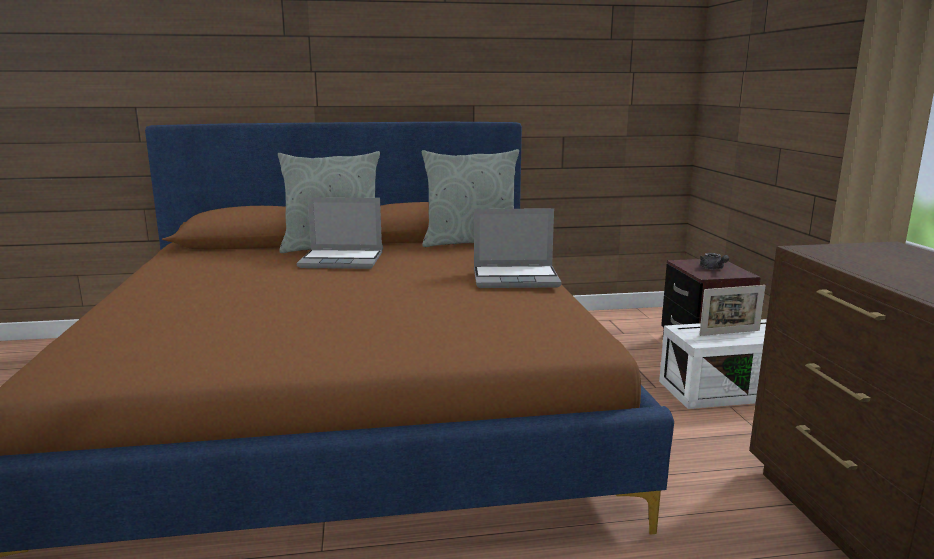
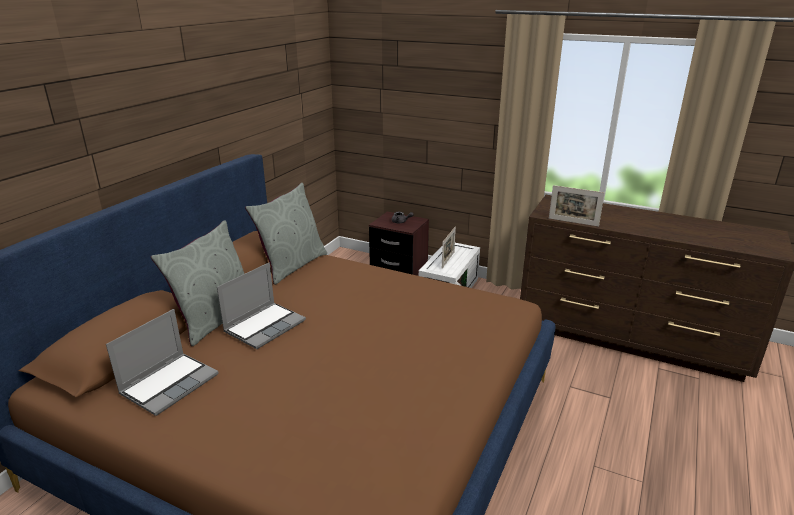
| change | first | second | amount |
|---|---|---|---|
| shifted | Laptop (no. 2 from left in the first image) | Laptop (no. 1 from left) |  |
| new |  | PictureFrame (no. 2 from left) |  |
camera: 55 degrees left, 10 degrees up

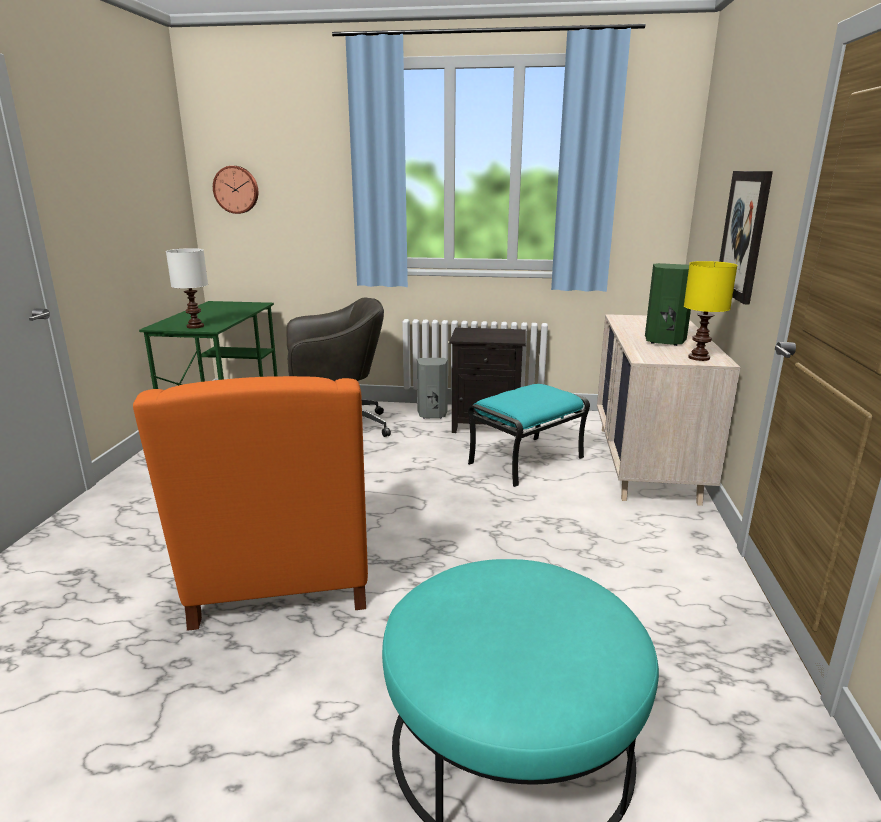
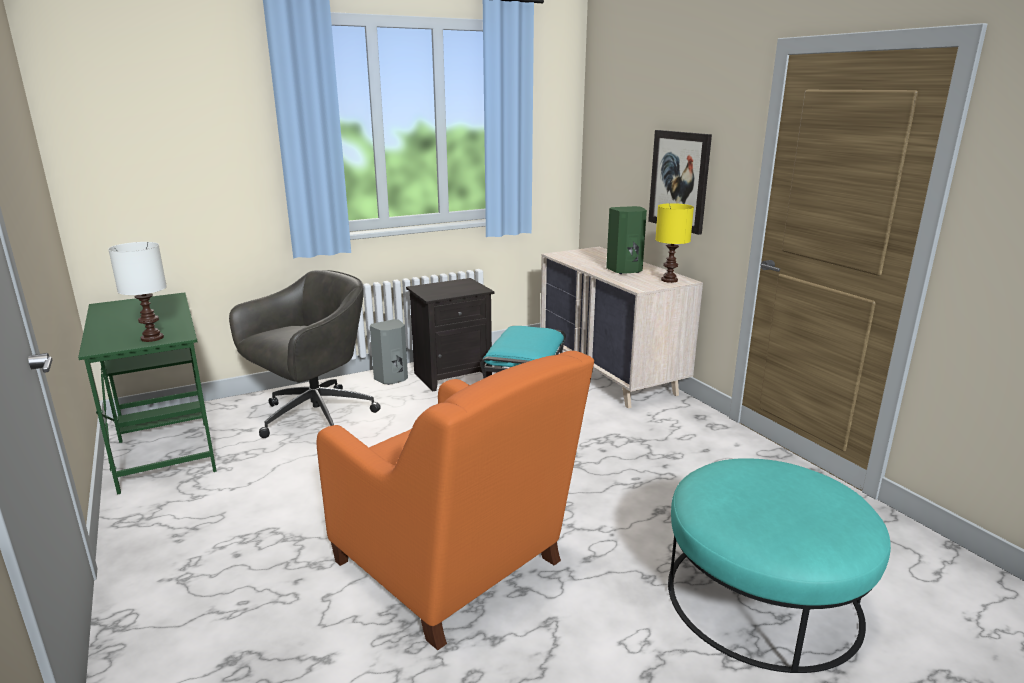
| change | first | second | amount |
|---|---|---|---|
| gone | WallClock |  |  |
camera: 35 degrees left, 0 degrees up

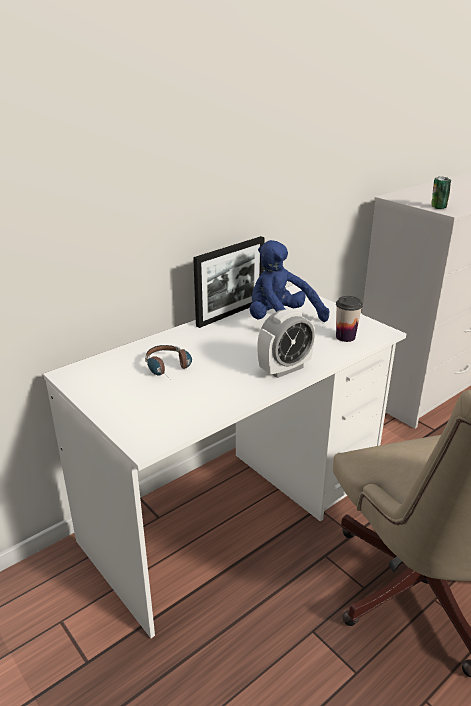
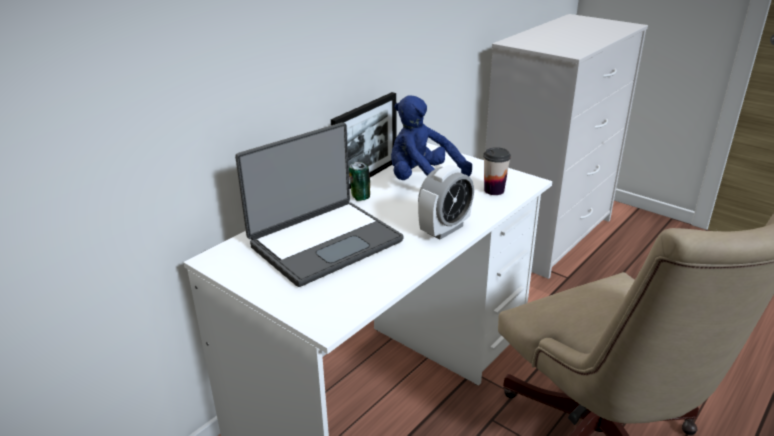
| change | first | second | amount |
|---|---|---|---|
| swapped | Headphones | Laptop |  |
| shifted | Can |  |  |
camera: 10 degrees left, 0 degrees up

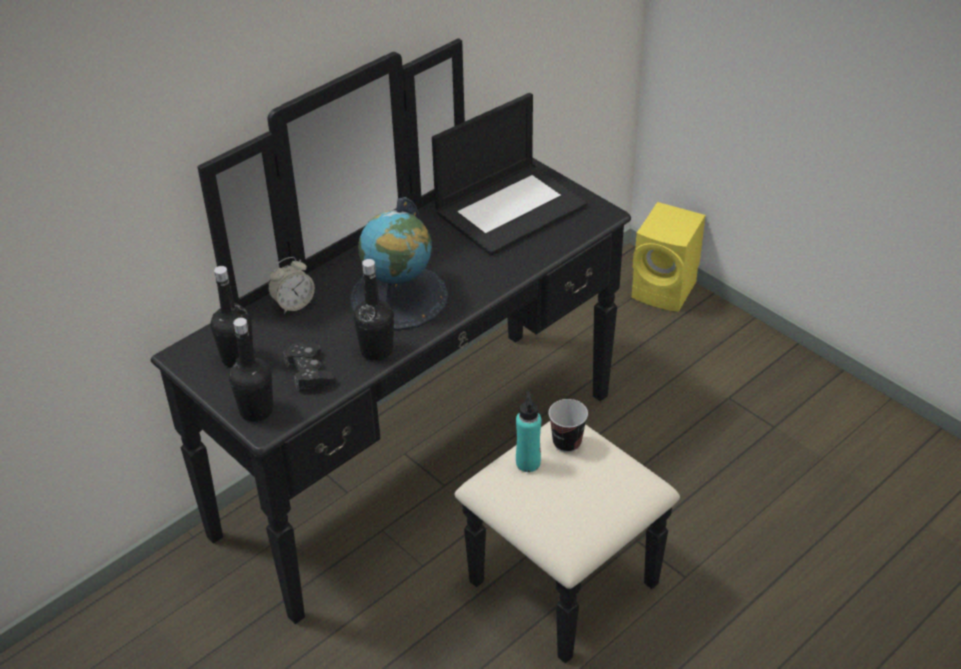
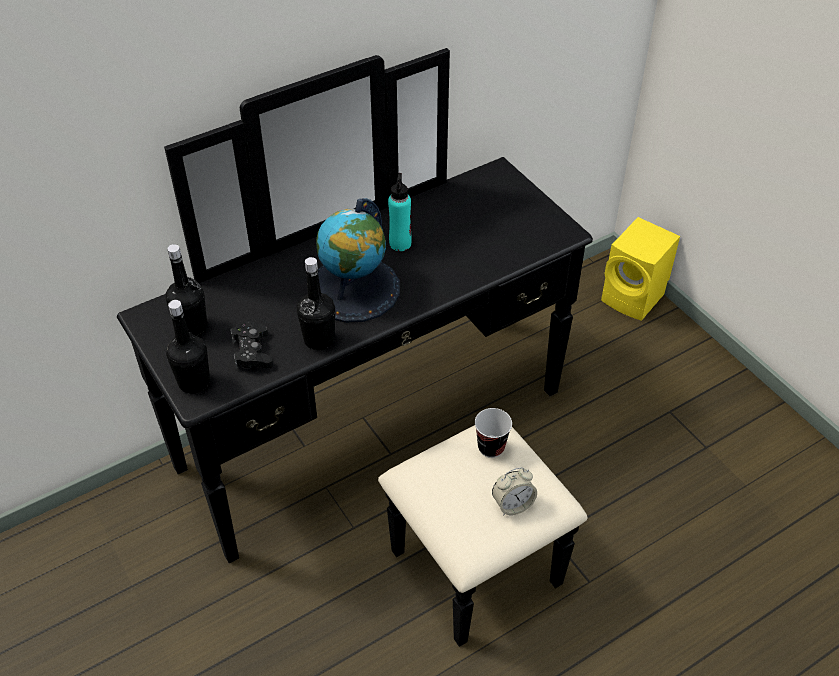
| change | first | second | amount |
|---|---|---|---|
| shifted | AlarmClock |  |  |
| gone | Laptop |  |  |
| shifted | TurquoiseBottle |  |  |
camera: 10 degrees right, 5 degrees up

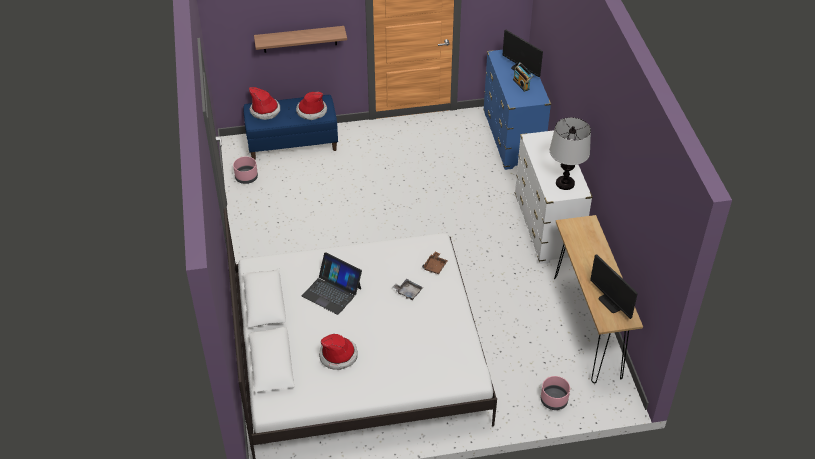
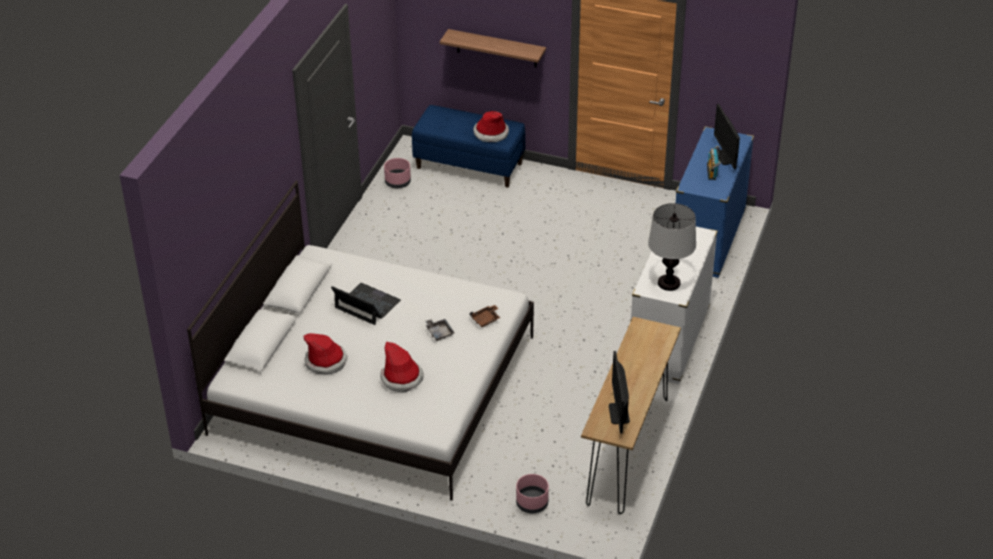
| change | first | second | amount |
|---|---|---|---|
| shifted | Hat (no. 1 from left in the first image) | Hat (no. 2 from left) |  |
| rotated | Laptop |  | 150 degrees clockwise |
camera: 30 degrees right, 5 degrees down

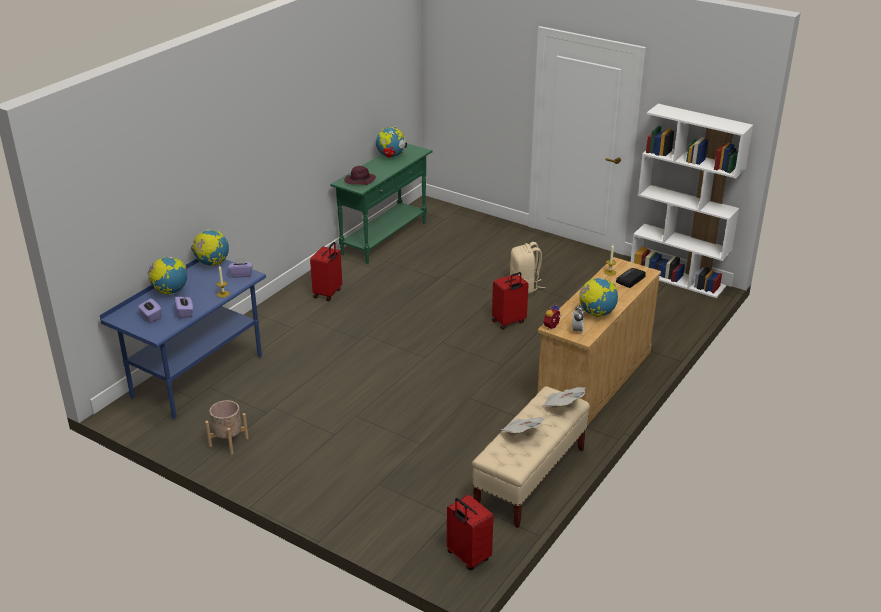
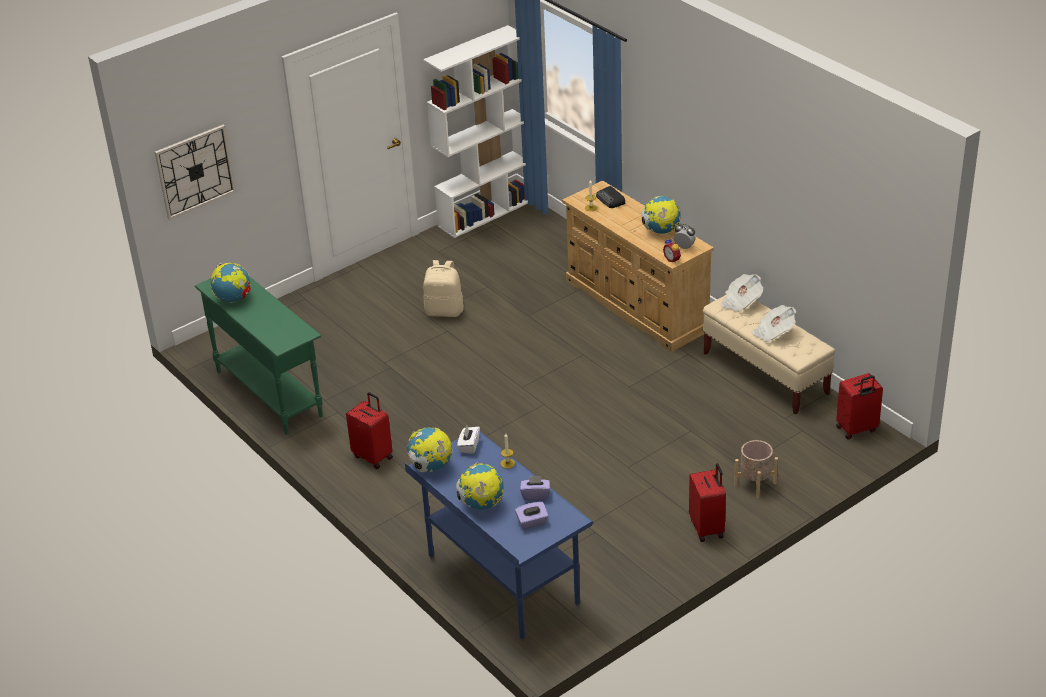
| change | first | second | amount |
|---|---|---|---|
| shifted | BeigePlanter |  |  |
| repainted | PurpleTissueBox (no. 3 from left) | WhiteTissueBox |  |
| gone | PurpleHat |  |  |
| shifted | RedSuitcase (no. 3 from left in the first image) | RedSuitcase (no. 2 from left) |  |
| new |  | WallClock |  |
camera: 70 degrees left, 5 degrees up

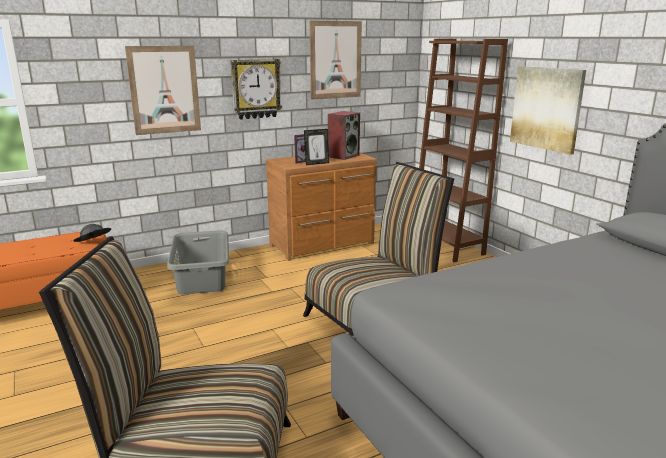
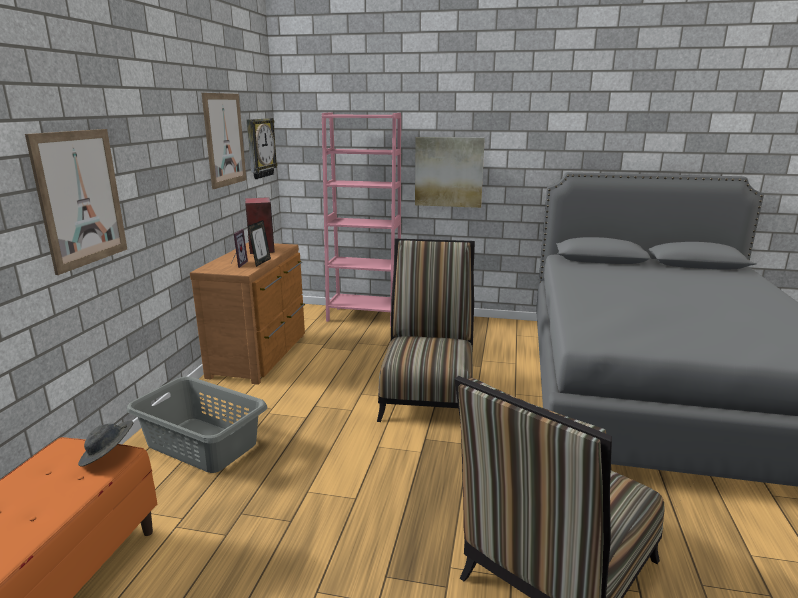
| change | first | second | amount |
|---|---|---|---|
| shifted | WallClock |  |  |
| repainted | BrownBookcase | PinkBookcase |  |
camera: 50 degrees left, 0 degrees up

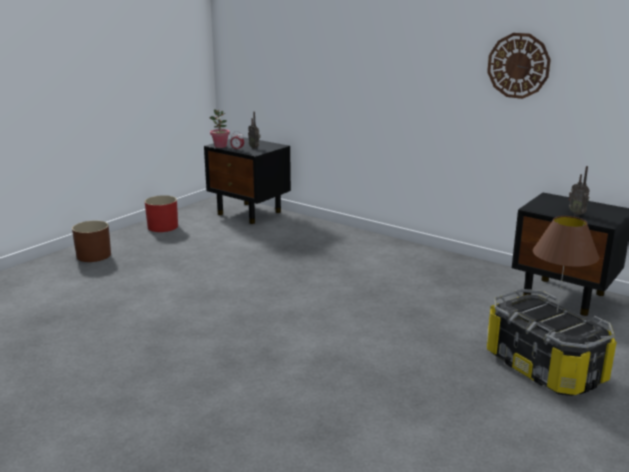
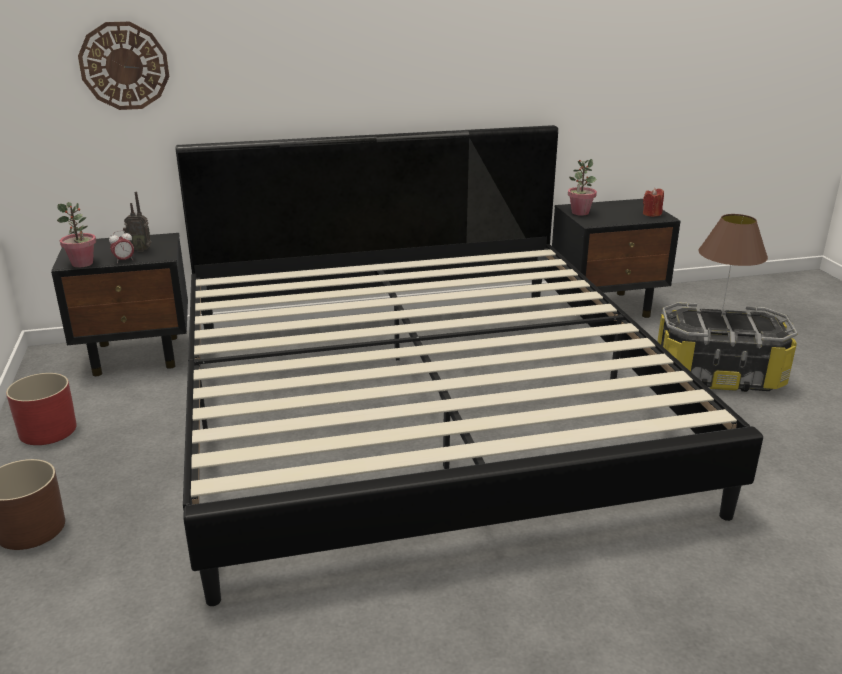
| change | first | second | amount |
|---|---|---|---|
| shifted | WallClock |  |  |
| gone | Radio (no. 2 from left) |  |  |
| new |  | Bed |  |
| new |  | PottedPlant (no. 2 from left) |  |
| new |  | RedCandle |  |
camera: 50 degrees left, 5 degrees up

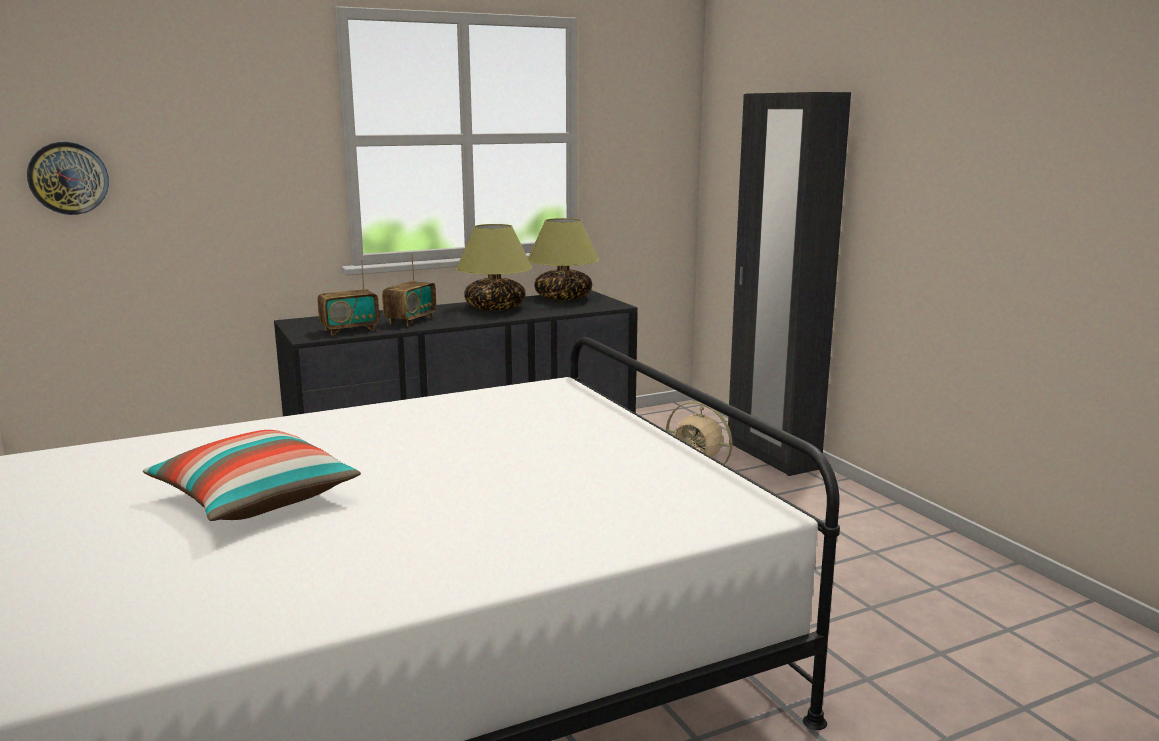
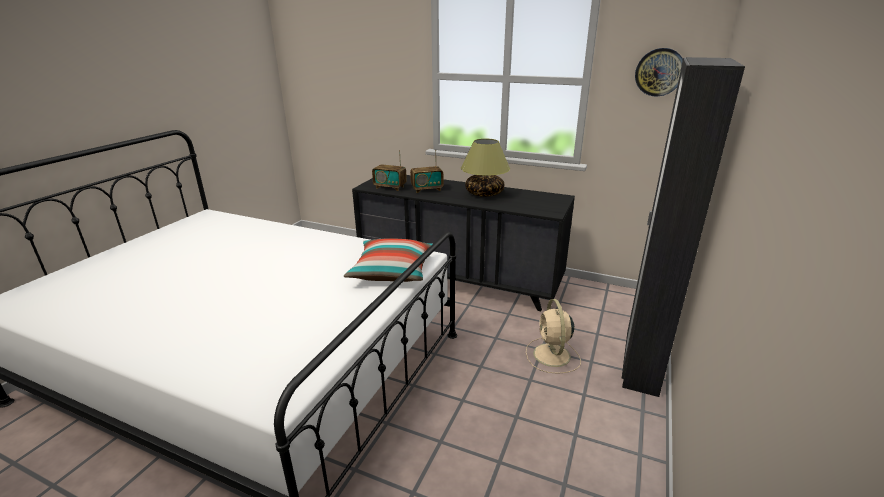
| change | first | second | amount |
|---|---|---|---|
| shifted | WallClock |  |  |
| shifted | Pillow |  |  |
| gone | TableLamp (no. 2 from left) |  |  |
camera: 50 degrees right, 10 degrees up

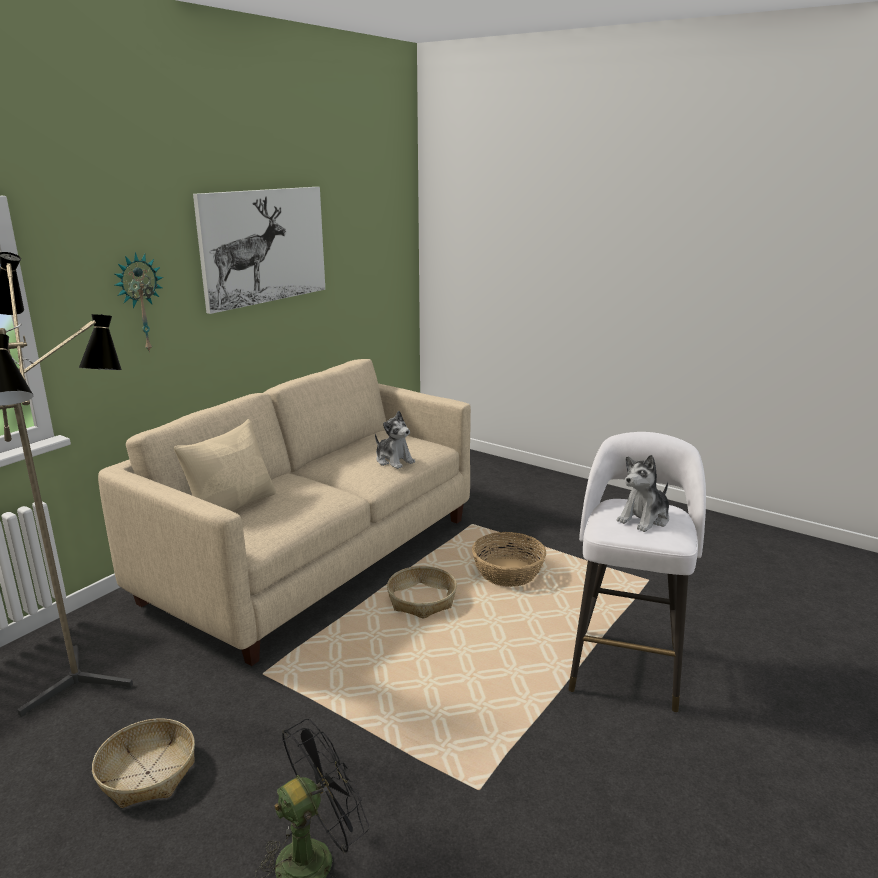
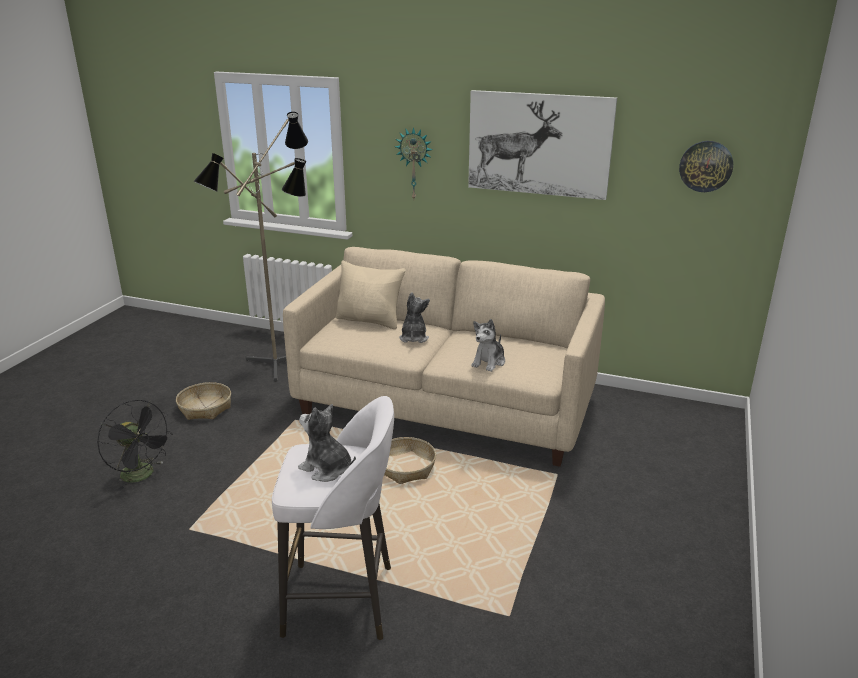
| change | first | second | amount |
|---|---|---|---|
| gone | Basket (no. 3 from left) |  |  |
| new |  | PlushToy (no. 2 from left) |  |
| new |  | WallClock (no. 2 from left) |  |
camera: 75 degrees right, 5 degrees up

